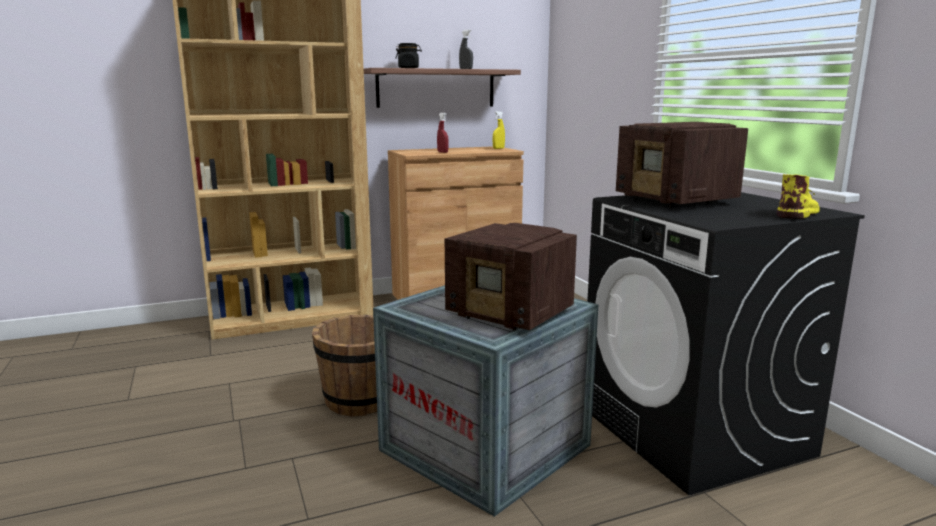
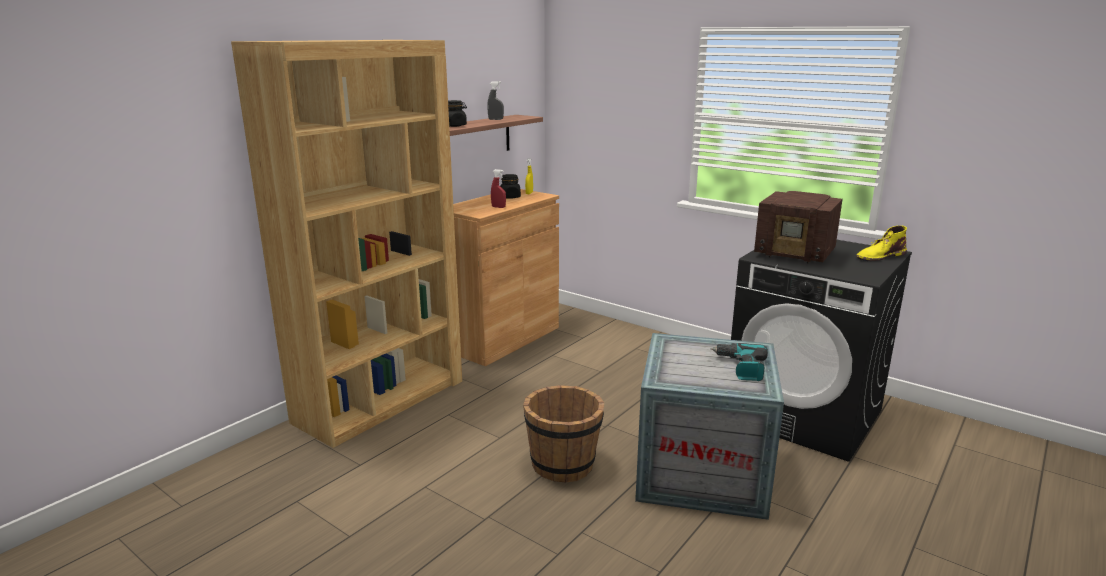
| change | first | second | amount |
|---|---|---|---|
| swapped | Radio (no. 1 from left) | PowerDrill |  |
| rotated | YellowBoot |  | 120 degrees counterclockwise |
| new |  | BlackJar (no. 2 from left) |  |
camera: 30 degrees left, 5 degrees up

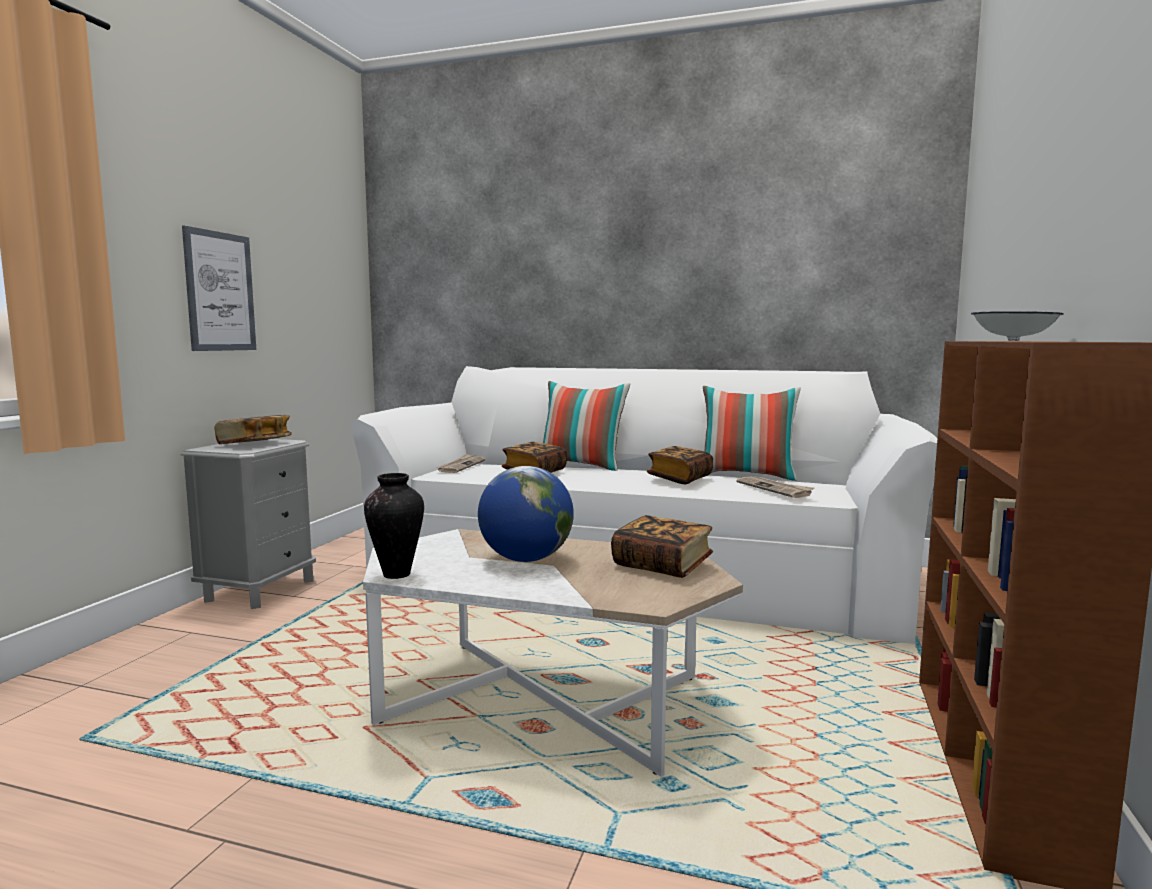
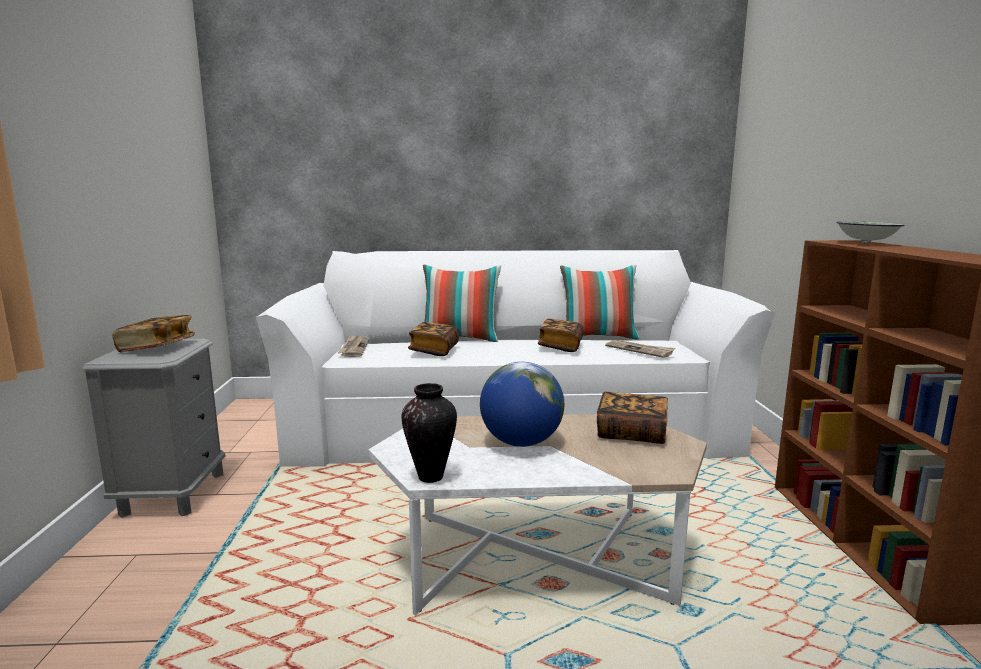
| change | first | second | amount |
|---|---|---|---|
| gone | Picture |  |  |
camera: 20 degrees left, 5 degrees up

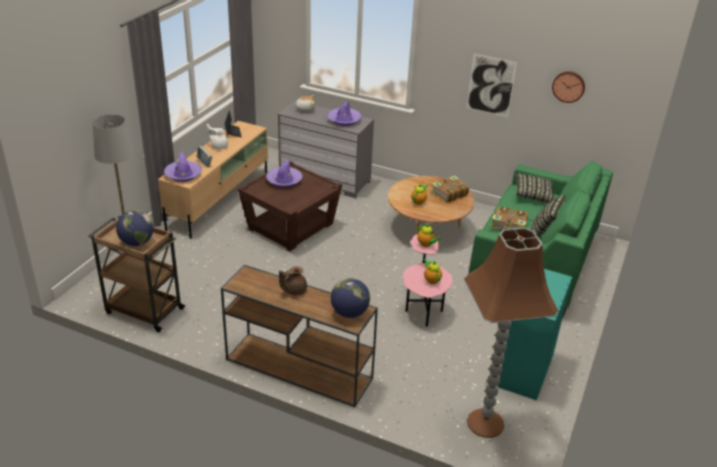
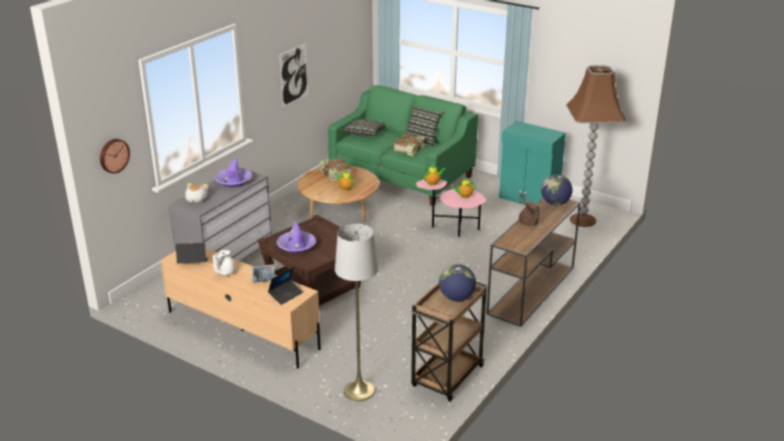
| change | first | second | amount |
|---|---|---|---|
| swapped | PurpleHat (no. 1 from left) | Laptop (no. 2 from left) |  |
| shifted | WallClock |  |  |
camera: 80 degrees left, 5 degrees down

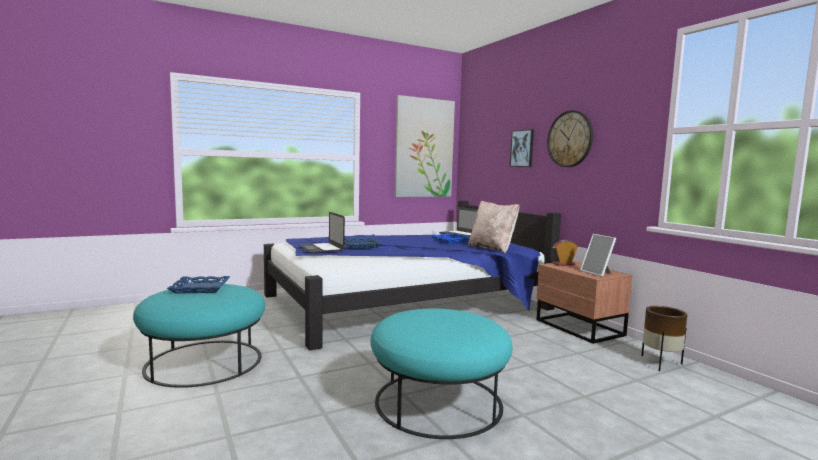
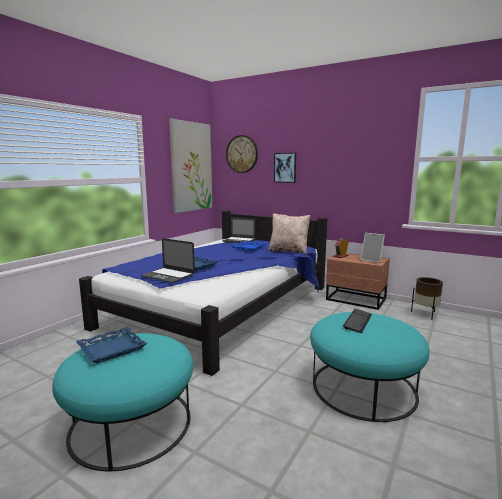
| change | first | second | amount |
|---|---|---|---|
| shifted | WallClock |  |  |
| new |  | Keyboard |  |
camera: 30 degrees left, 5 degrees up

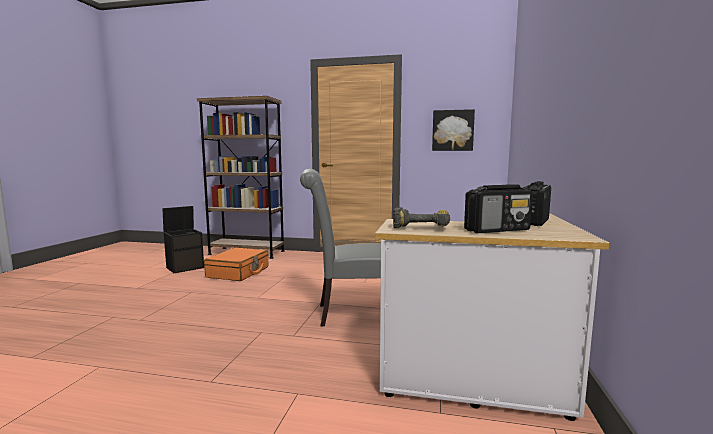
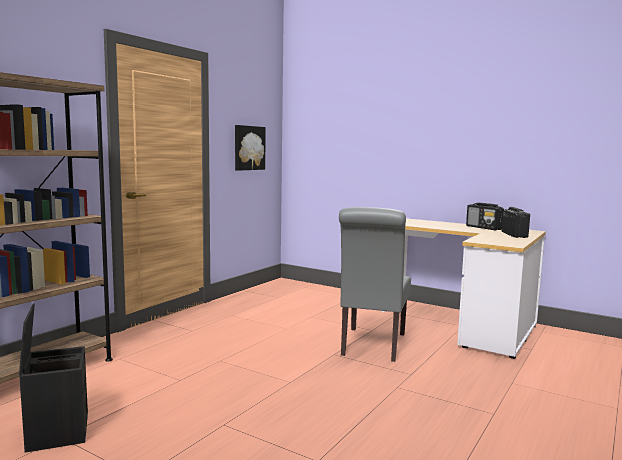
| change | first | second | amount |
|---|---|---|---|
| gone | OrangeSuitcase |  |  |
| gone | PowerDrill |  |  |
camera: 70 degrees left, 0 degrees up

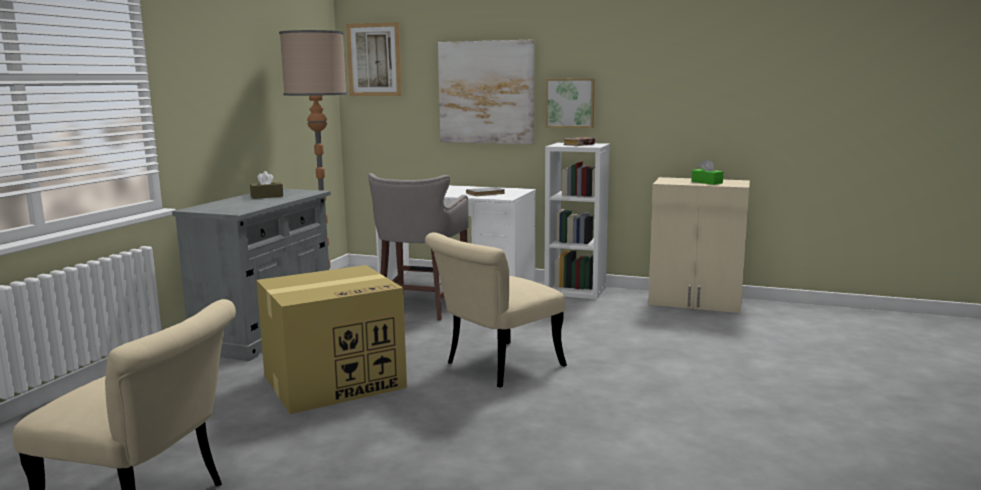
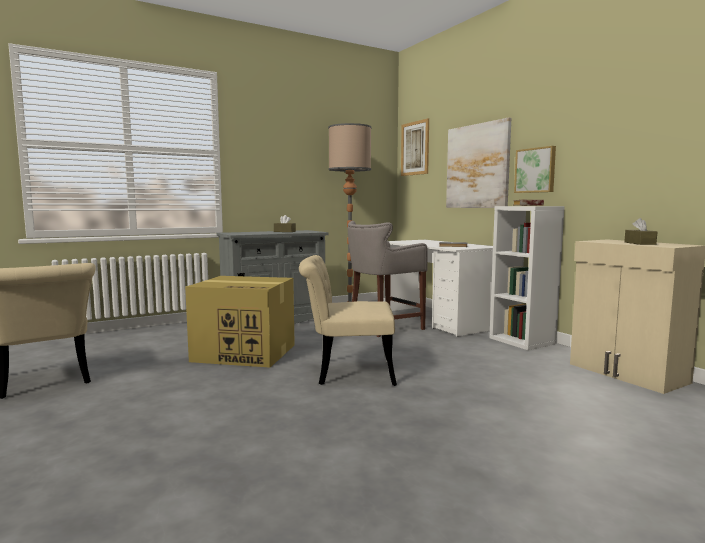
| change | first | second | amount |
|---|---|---|---|
| repainted | GreenTissueBox | BrownTissueBox (no. 2 from left) |  |
camera: 40 degrees right, 5 degrees down

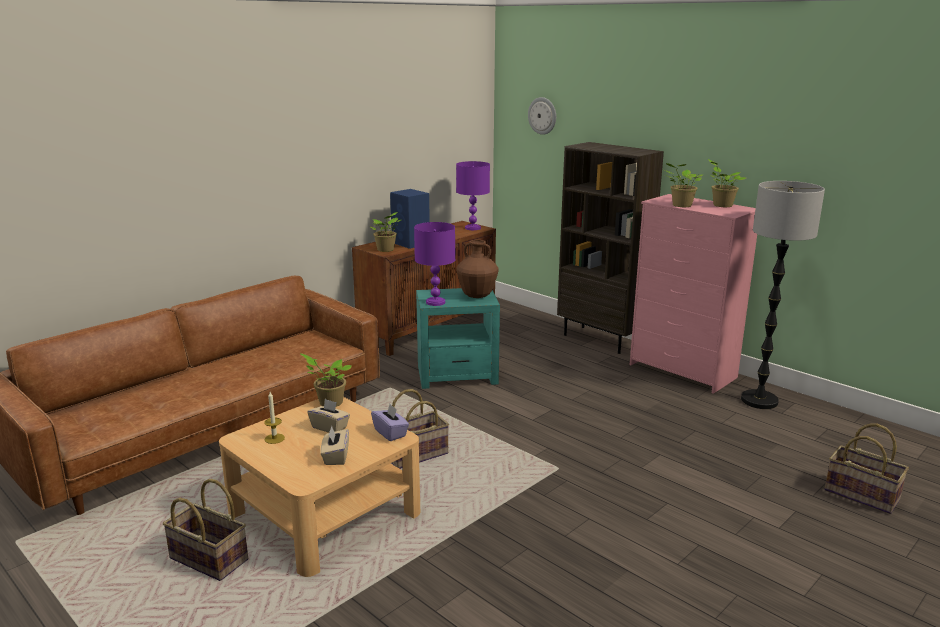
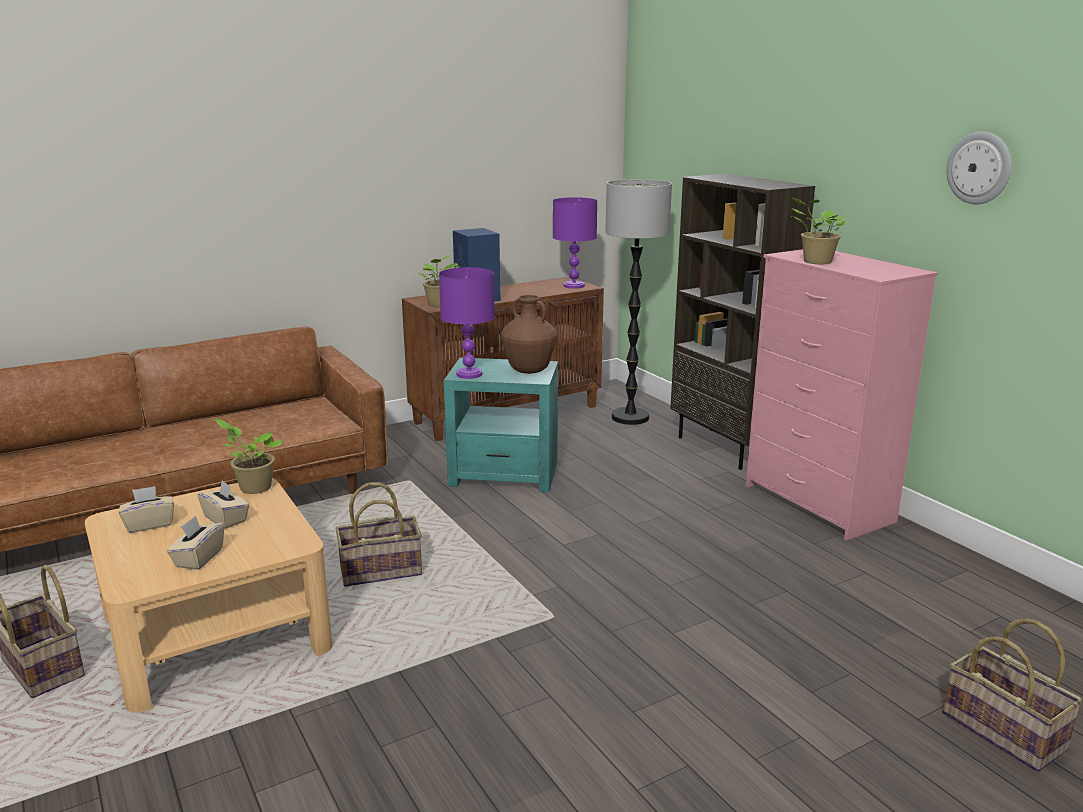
| change | first | second | amount |
|---|---|---|---|
| swapped | Candle | BeigeTissueBox (no. 1 from left) |  |
| gone | PurpleTissueBox |  |  |
| shifted | WallClock |  |  |
| gone | PottedPlant (no. 4 from left) |  |  |
| shifted | FloorLamp |  |  |
camera: 15 degrees right, 0 degrees up

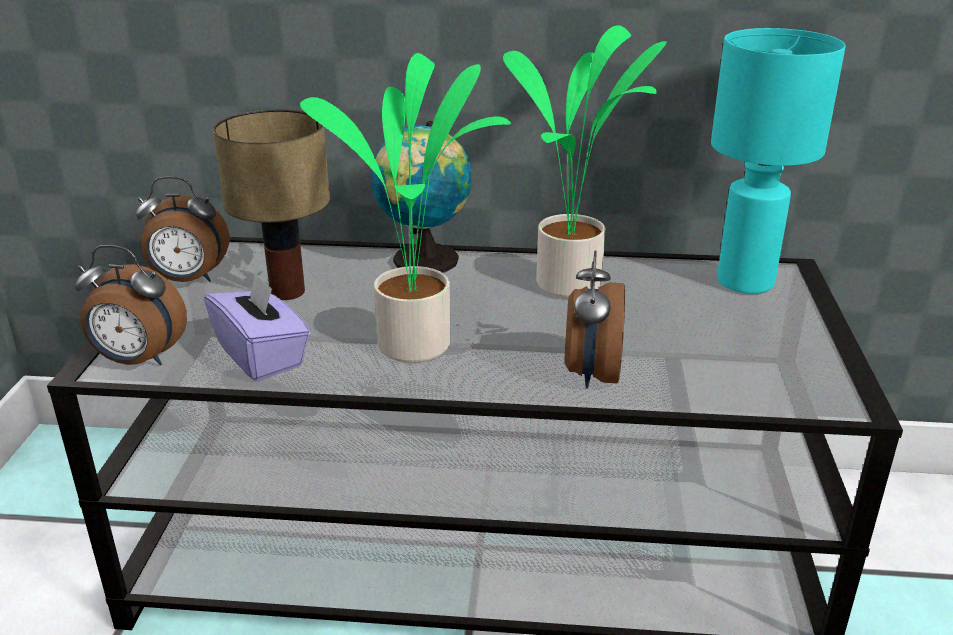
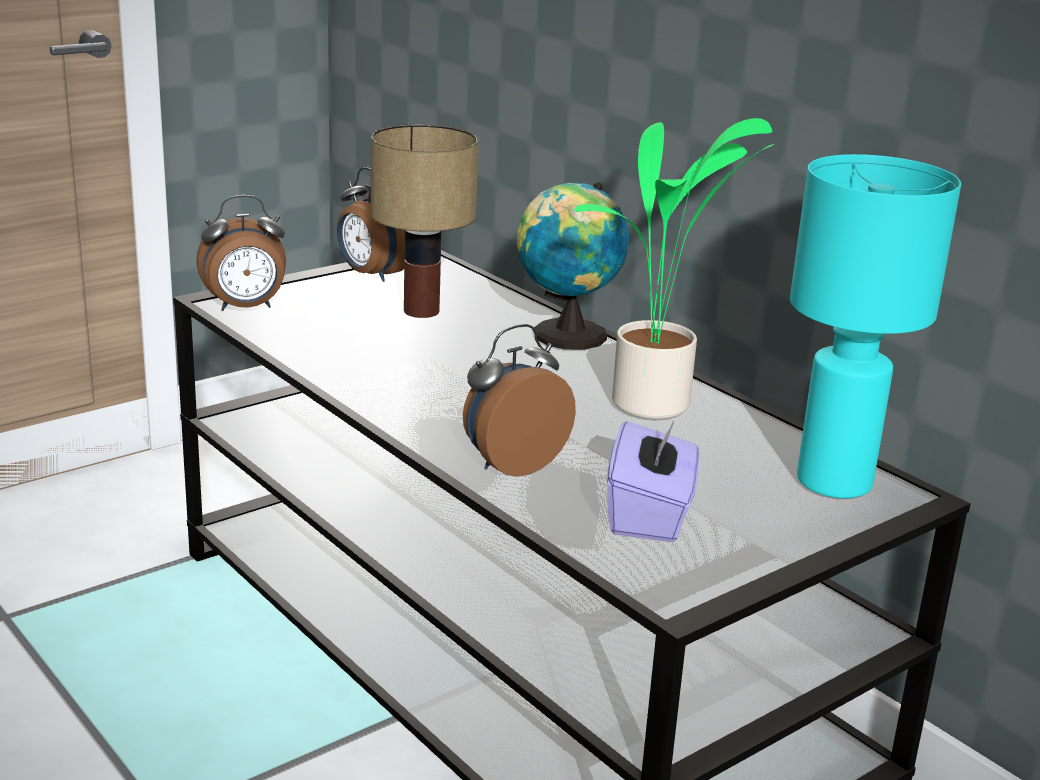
| change | first | second | amount |
|---|---|---|---|
| rotated | AlarmClock (no. 1 from left) |  | 75 degrees counterclockwise |
| shifted | PurpleTissueBox |  |  |
| gone | PottedPlant (no. 1 from left) |  |  |
camera: 45 degrees right, 5 degrees down

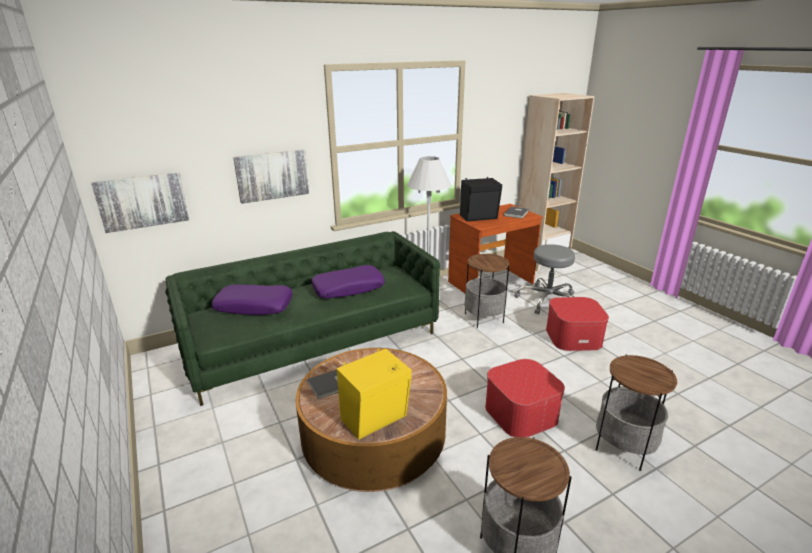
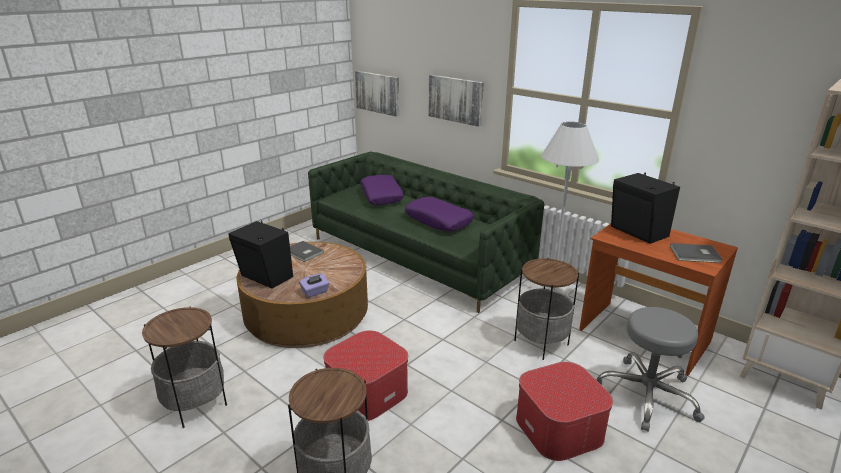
| change | first | second | amount |
|---|---|---|---|
| repainted | YellowSpeaker | BlackSpeaker (no. 1 from left) |  |
| new |  | PurpleTissueBox |  |
camera: 70 degrees right, 0 degrees up

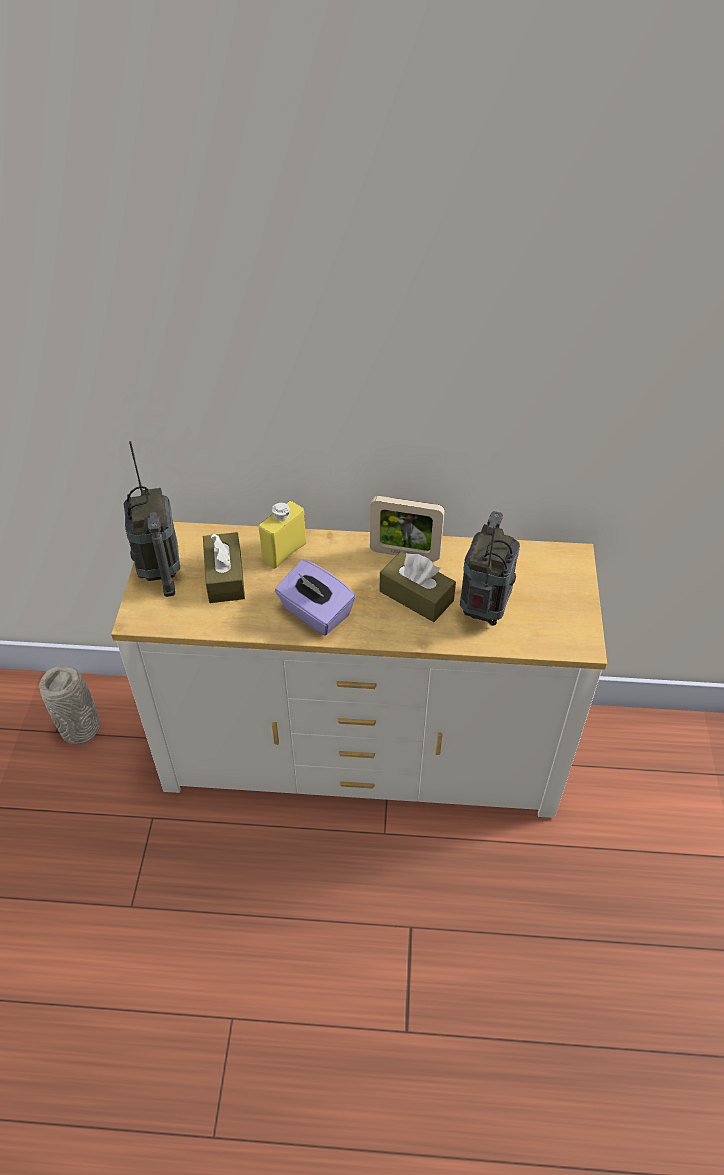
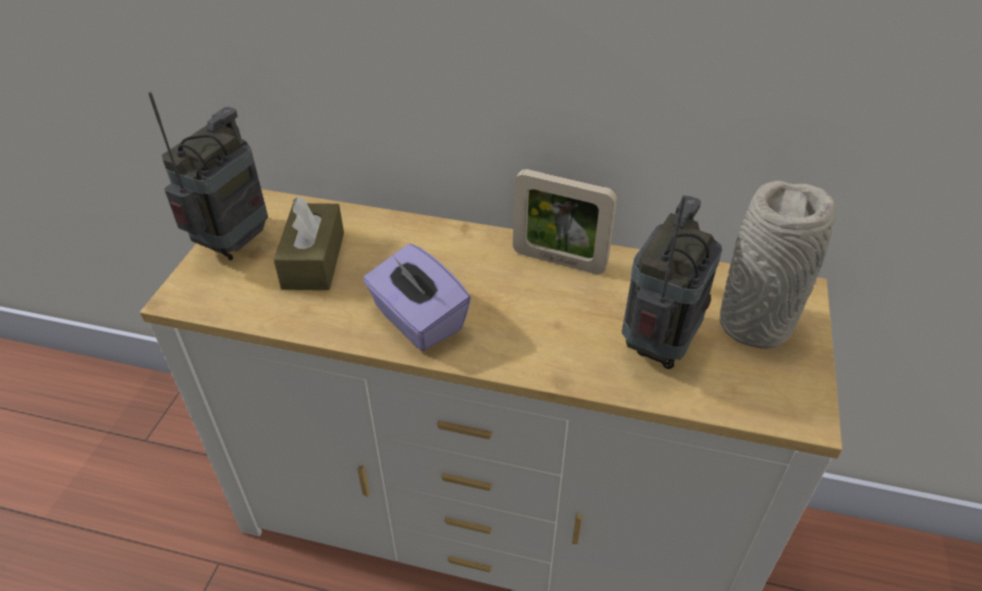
| change | first | second | amount |
|---|---|---|---|
| shifted | GreyVase |  |  |
| rotated | Radio (no. 1 from left) |  | 150 degrees counterclockwise |
| gone | YellowBottle |  |  |
| gone | BrownTissueBox (no. 2 from left) |  |  |
camera: 10 degrees right, 5 degrees down

